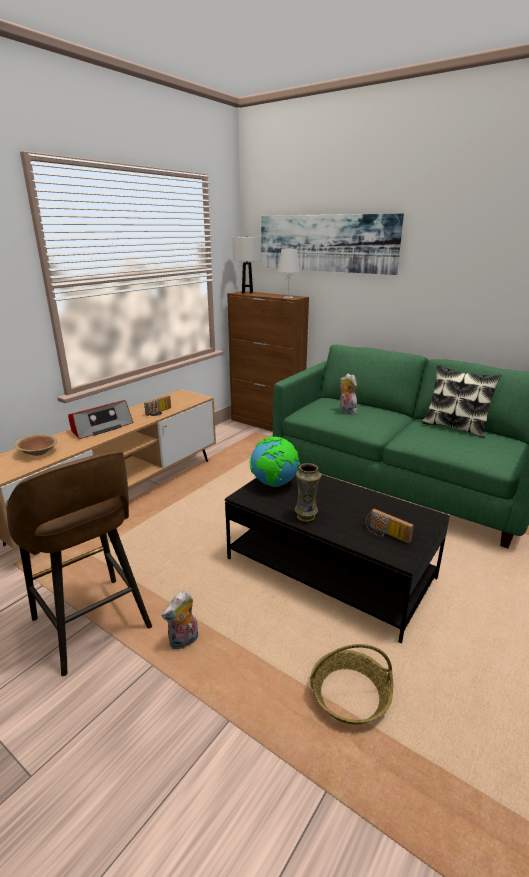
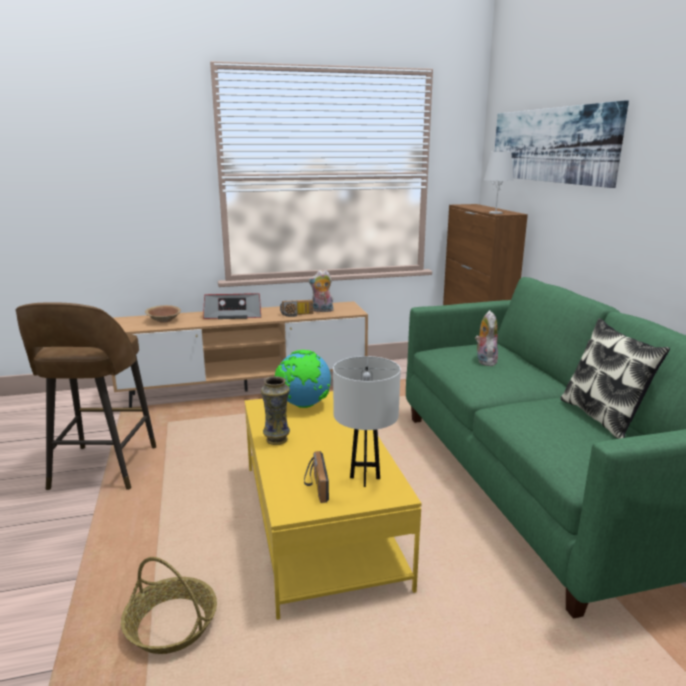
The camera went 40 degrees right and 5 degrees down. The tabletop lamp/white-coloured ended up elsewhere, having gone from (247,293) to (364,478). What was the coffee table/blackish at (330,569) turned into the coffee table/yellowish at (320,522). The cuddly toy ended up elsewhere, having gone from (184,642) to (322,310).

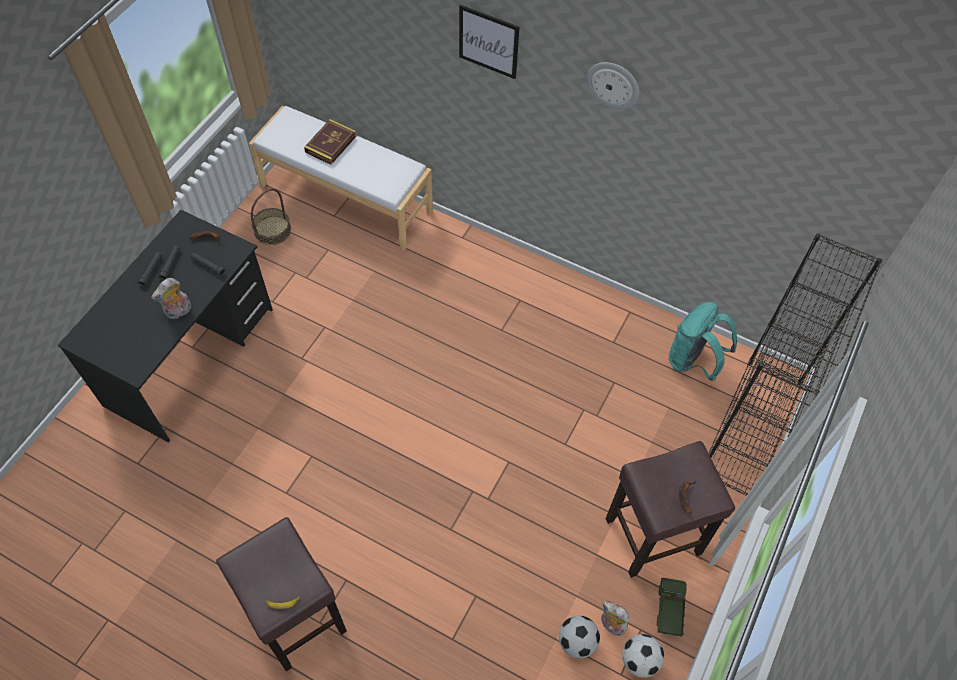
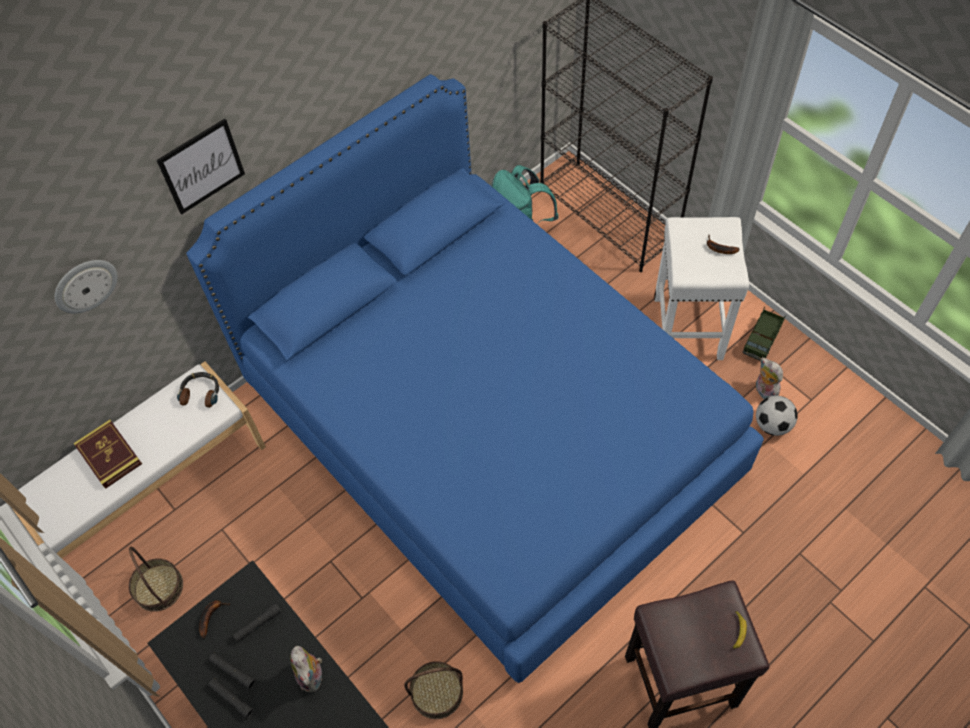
The camera went 65 degrees left and 0 degrees up. The hanging clock ended up elsewhere, having gone from (613,84) to (85,285). What was the stool/brown-coloured at (651,537) turned into the stool/white-coloured at (688,329). The model truck at (668,610) ended up facing another way, 90 degrees counterclockwise from before. The cuddly toy at (611,625) ended up facing another way, 90 degrees clockwise from before. The second view lost the football ball at (639,660). The second view gained the bedroom bed/blue at (488,430). The second view gained the headset at (201,392). The second view gained the storage basket at (437,692).

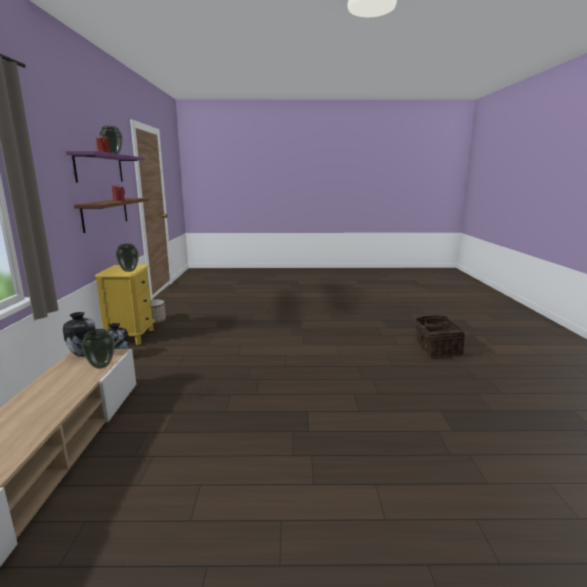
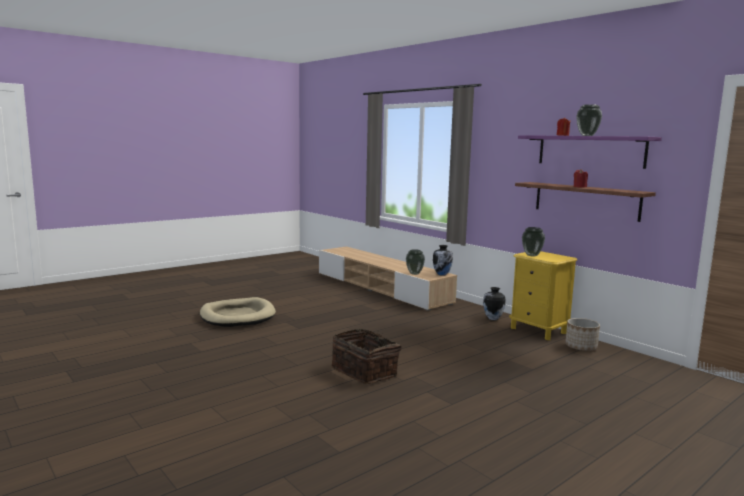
The camera went 140 degrees right and 5 degrees down. The storage basket ended up elsewhere, having gone from (436,349) to (365,372). The second view gained the dog bed/beige-coloured at (237,316).

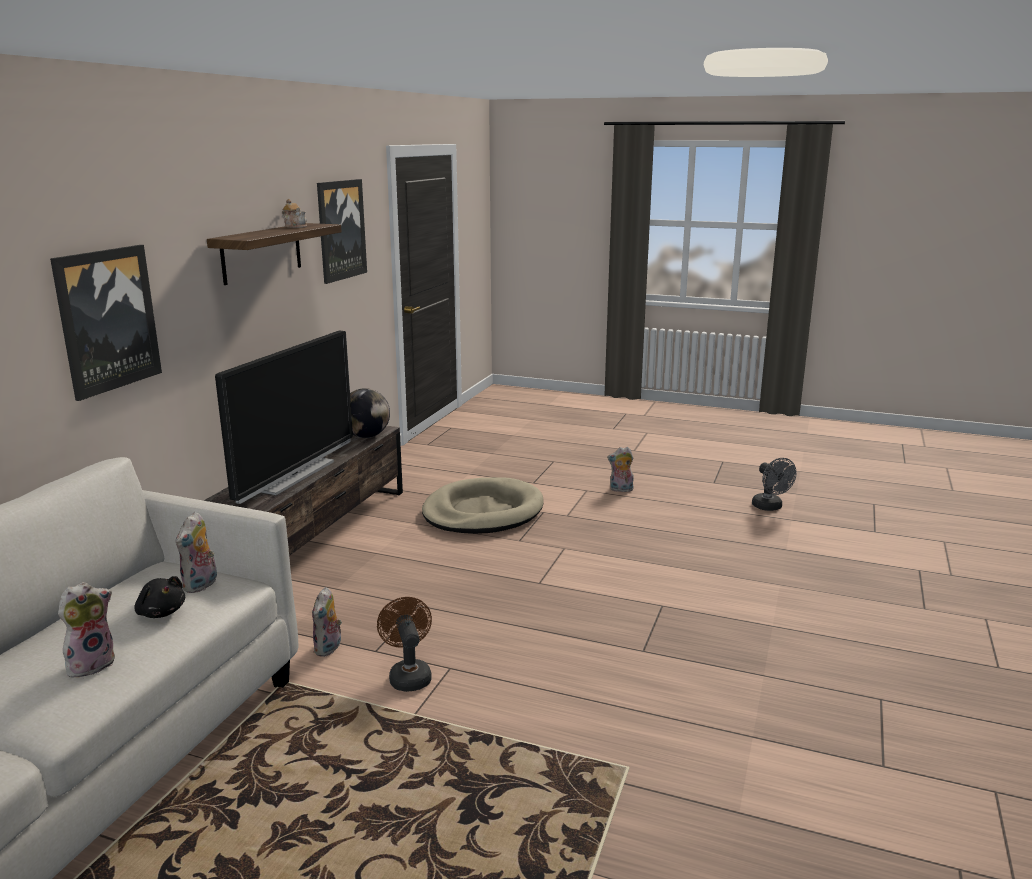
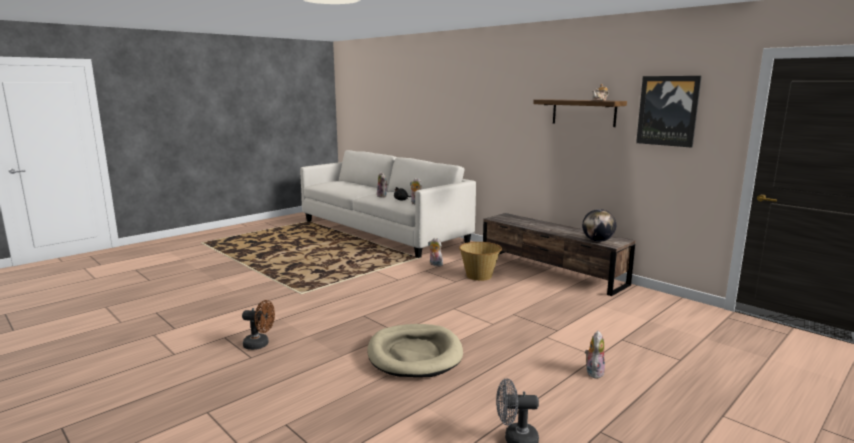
The camera went 115 degrees right and 5 degrees down. The second view lost the picture at (107,320). The second view lost the TV set at (293,475). The dog bed/beige-coloured ended up elsewhere, having gone from (483,512) to (415,354). The fan/brown-coloured ended up elsewhere, having gone from (408,675) to (260,344). The second view gained the storage basket at (479,276).

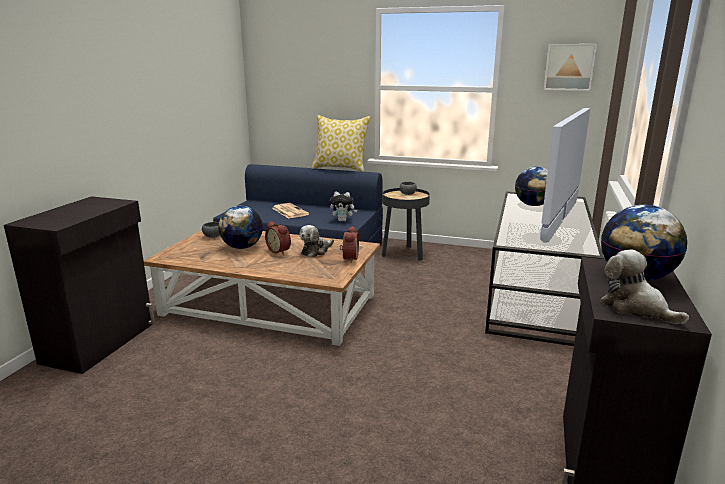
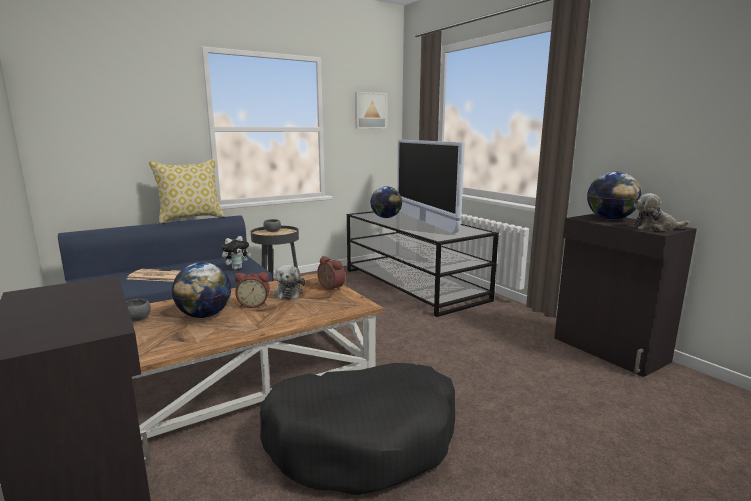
The camera went 50 degrees left and 5 degrees down. The second view gained the dog bed/blackish at (363,440).

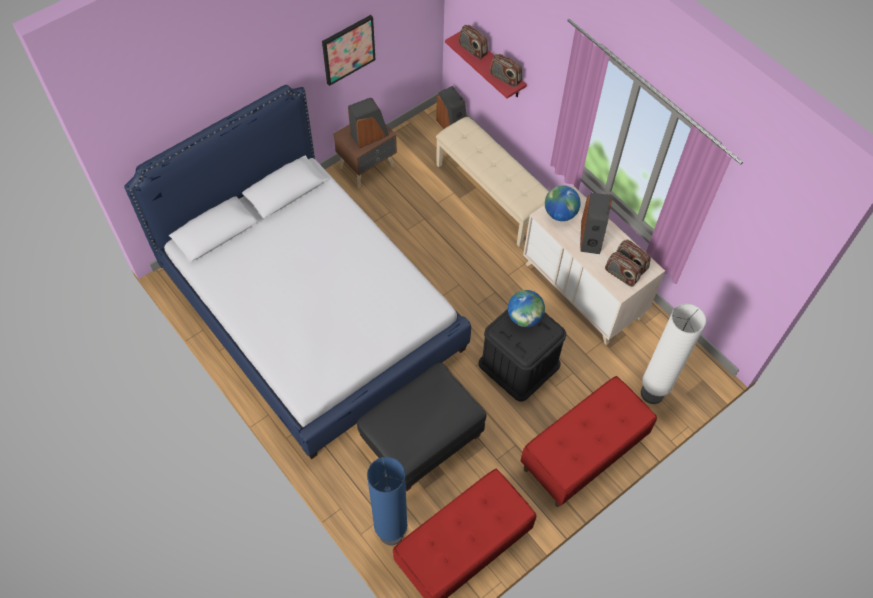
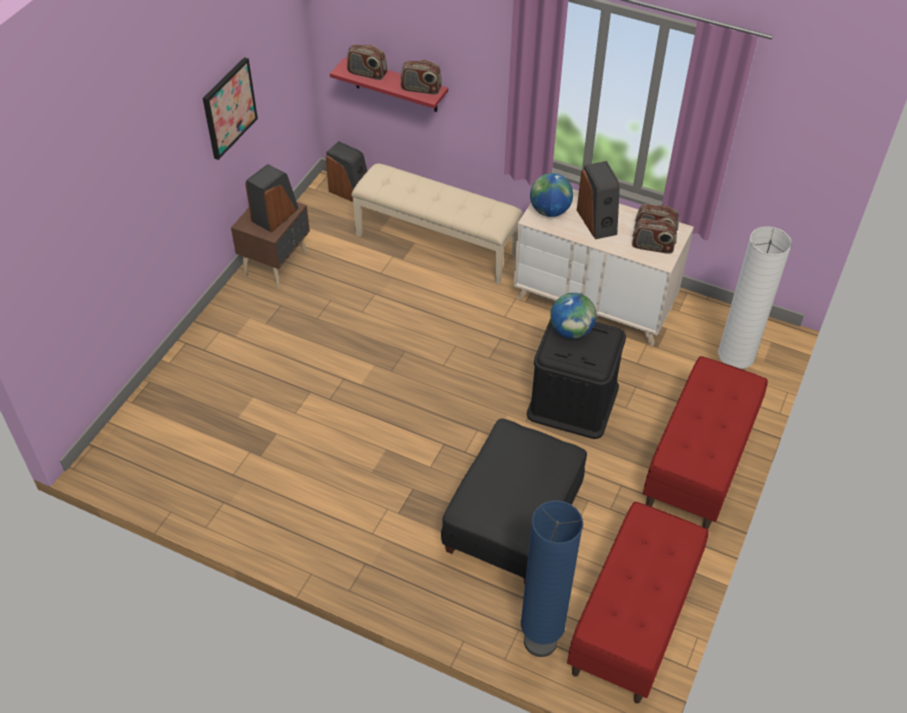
The camera went 25 degrees left and 10 degrees down. The second view lost the bedroom bed at (311,310).

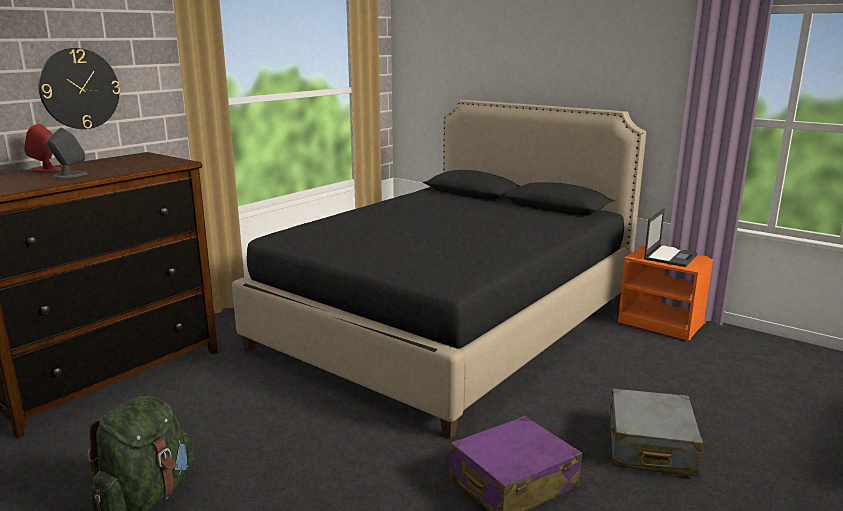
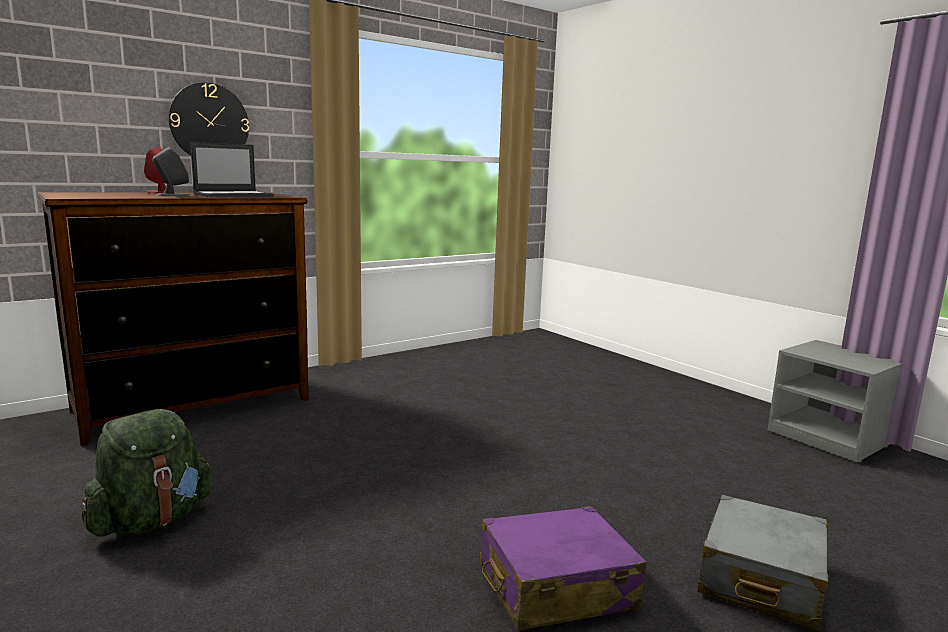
The camera went 15 degrees right and 5 degrees down. The second view lost the bedroom bed/blackish at (449,323). The portable computer ended up elsewhere, having gone from (671,256) to (234,195). What was the night table/orange at (663,322) turned into the night table/gray at (829,438).

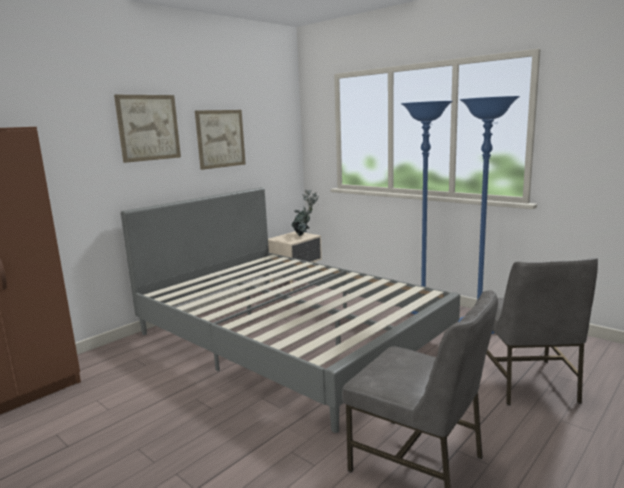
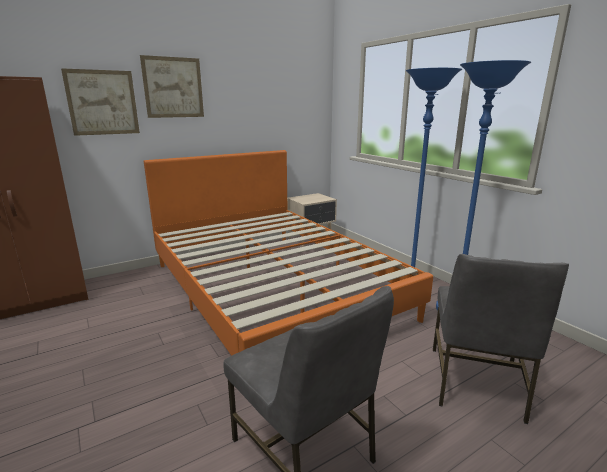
The camera went 15 degrees right and 5 degrees up. The picture ended up elsewhere, having gone from (220,139) to (102,102). What was the bedroom bed/gray at (290,337) turned into the bedroom bed/orange at (273,289). The second view lost the houseplant at (304,235).

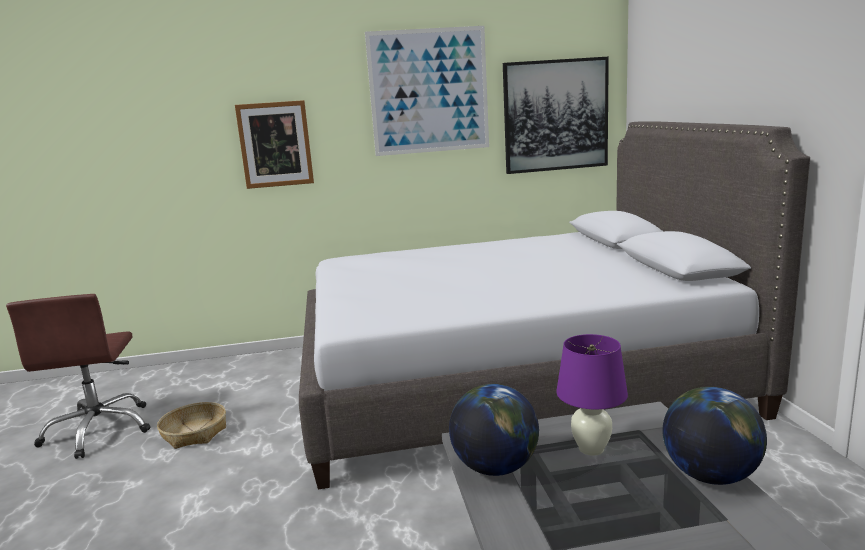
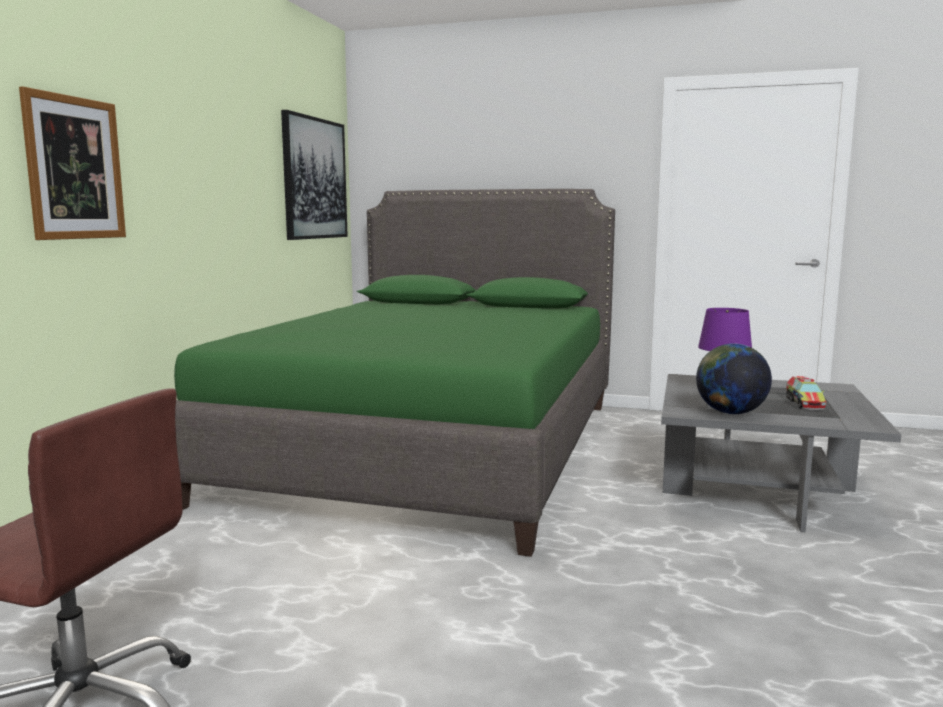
The camera went 65 degrees left and 5 degrees down. The second view lost the picture at (429,91). What was the bedroom bed/gray at (512,382) turned into the bedroom bed/greenish at (431,448). The second view lost the desk globe at (710,475). The second view lost the storage basket at (194,433). The second view gained the model truck at (804,403).

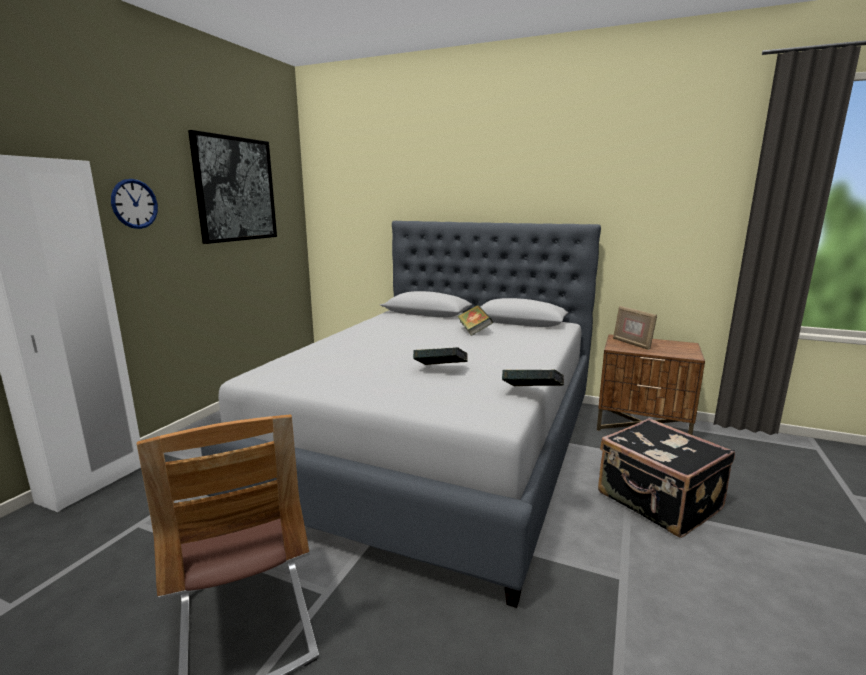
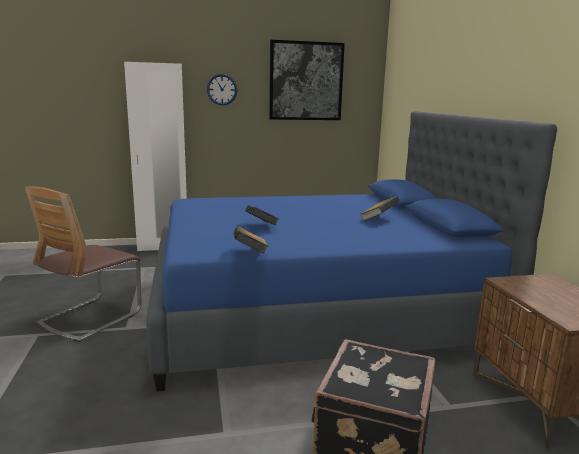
The camera went 55 degrees right and 0 degrees up. What was the bedroom bed/gray at (436,448) turned into the bedroom bed/blue at (315,311). The second view lost the standing frame at (632,344).

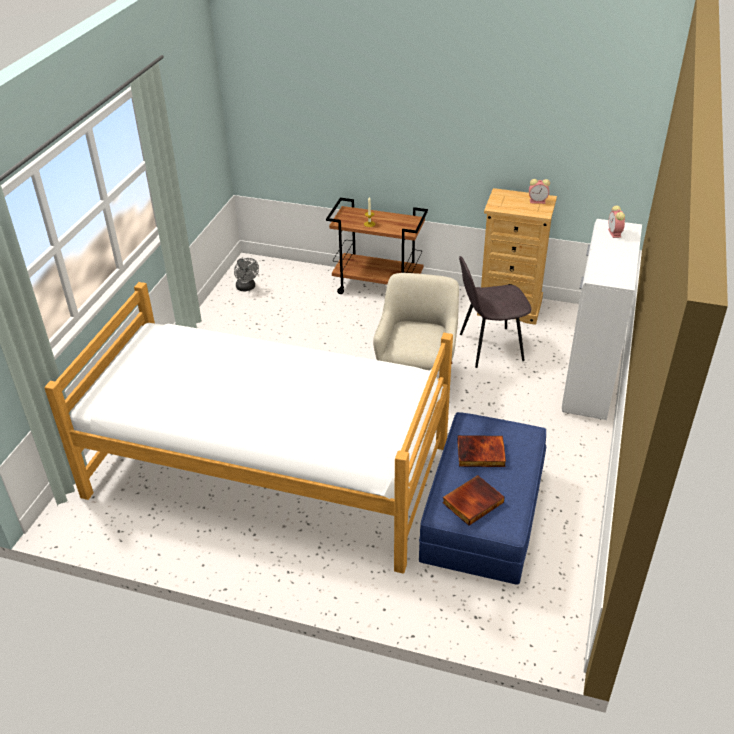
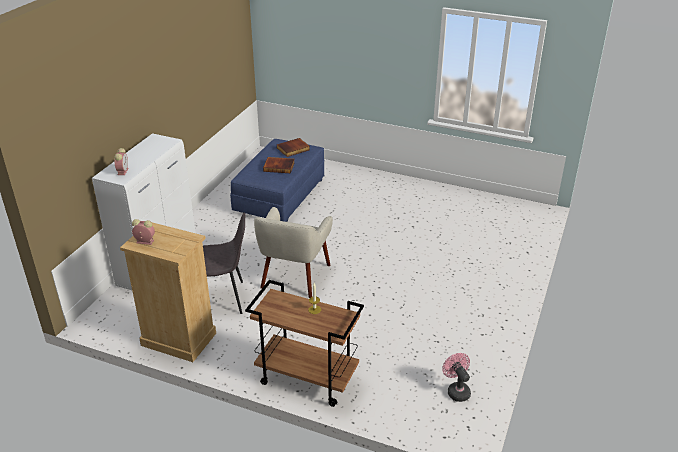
The camera went 175 degrees left and 5 degrees down. What was the fan/gray at (247,288) turned into the fan/pink-coloured at (456,390). The second view lost the bedroom bed at (268,469).

